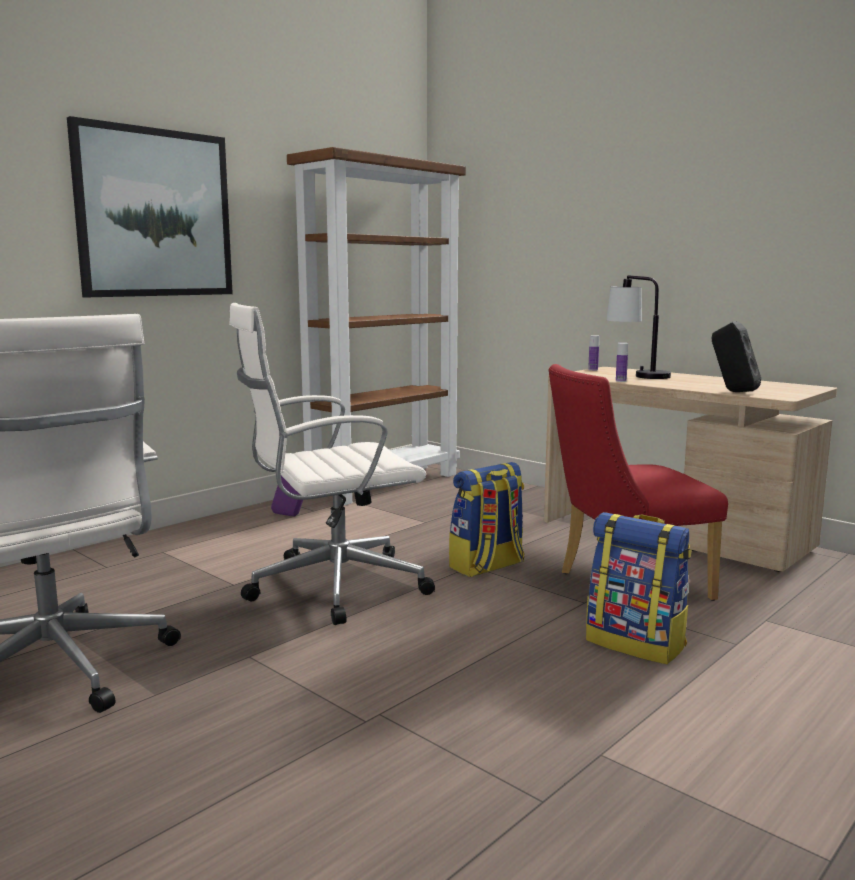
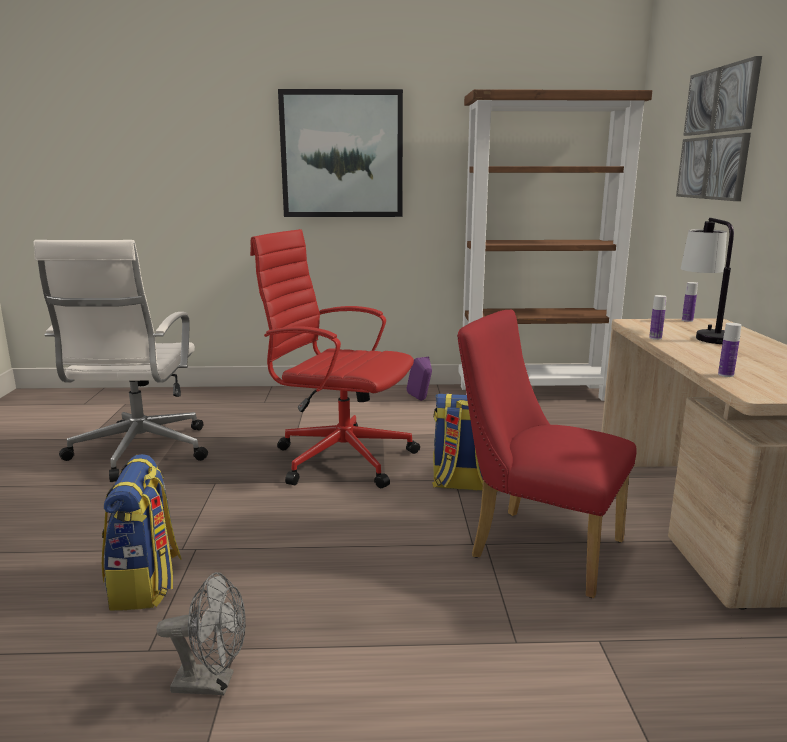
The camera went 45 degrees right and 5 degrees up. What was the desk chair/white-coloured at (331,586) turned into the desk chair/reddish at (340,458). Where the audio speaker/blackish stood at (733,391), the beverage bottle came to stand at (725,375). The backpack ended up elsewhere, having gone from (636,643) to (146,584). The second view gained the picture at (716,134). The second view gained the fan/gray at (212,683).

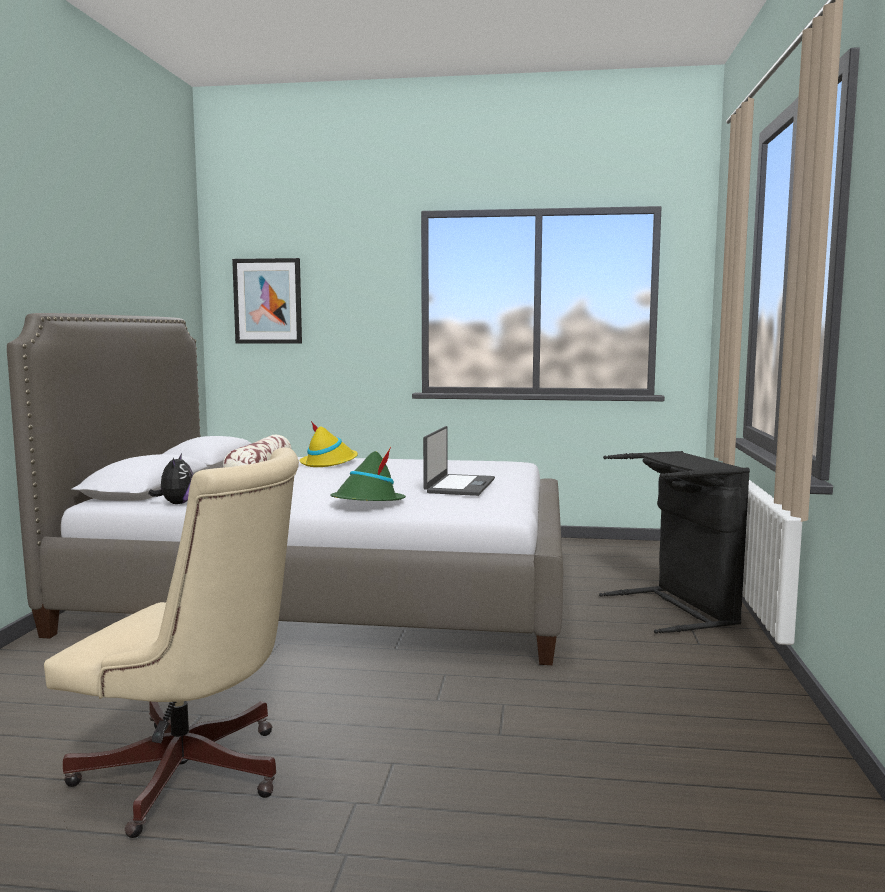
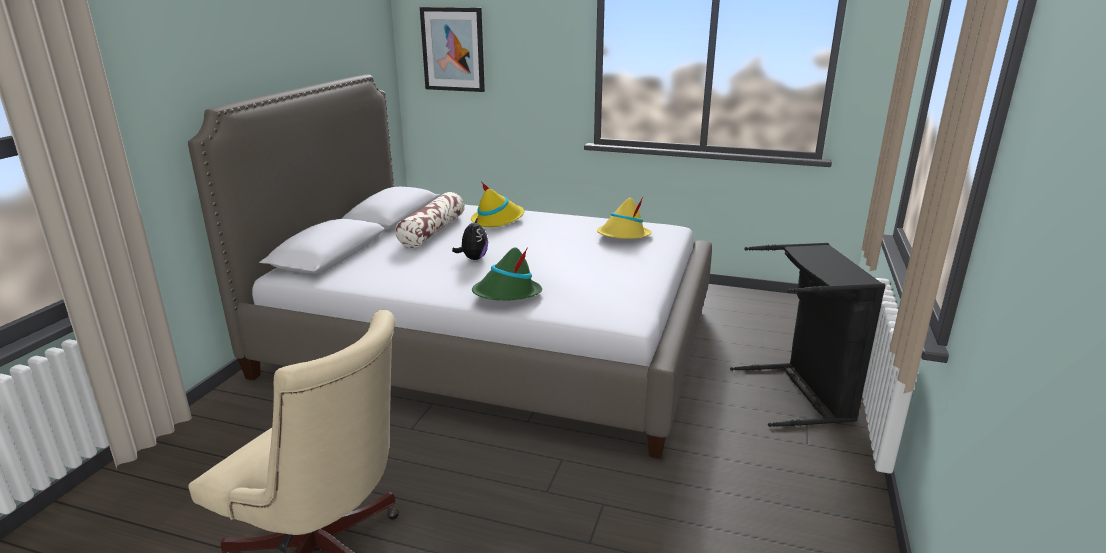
The camera went 10 degrees right and 15 degrees up. The second view lost the portable computer at (459,486). The cuddly toy ended up elsewhere, having gone from (176,504) to (473,258). The second view gained the wearable hat/yellowish at (623,236).

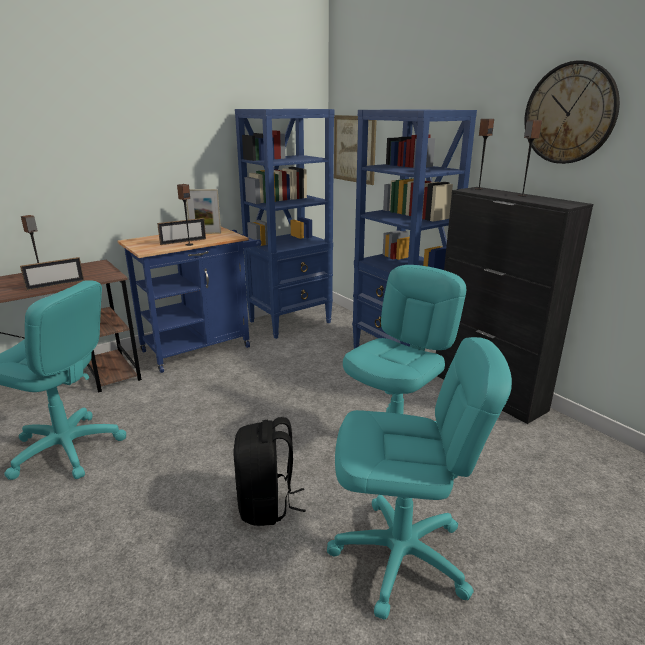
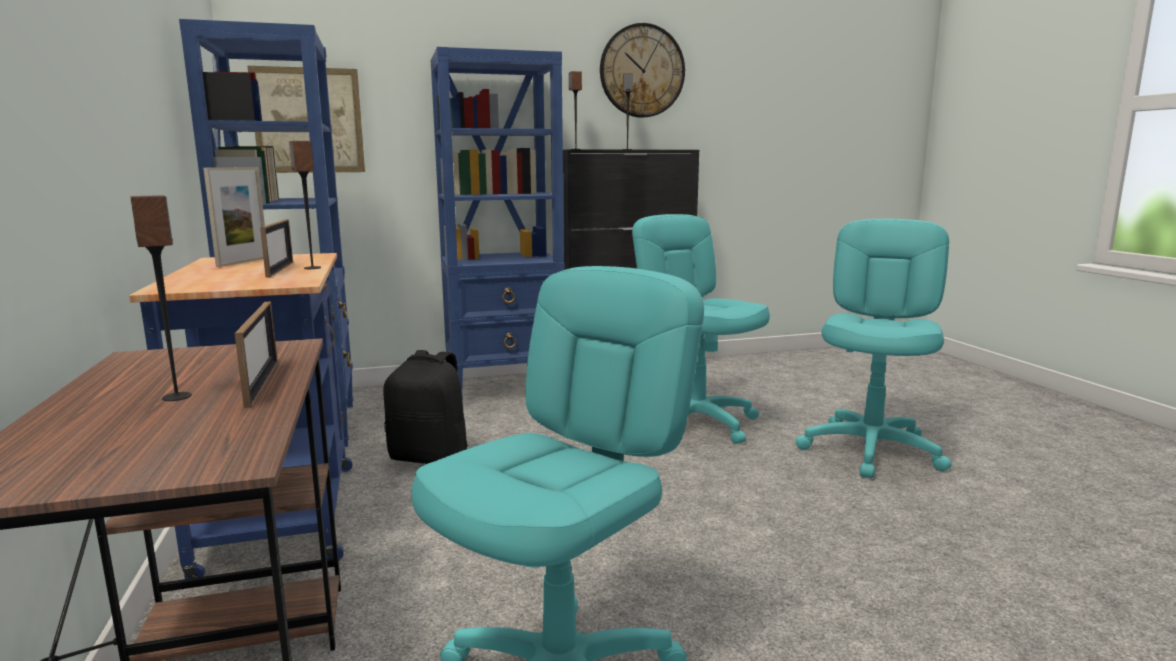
The camera went 70 degrees left and 10 degrees down. The backpack/blackish ended up elsewhere, having gone from (267,505) to (430,457).

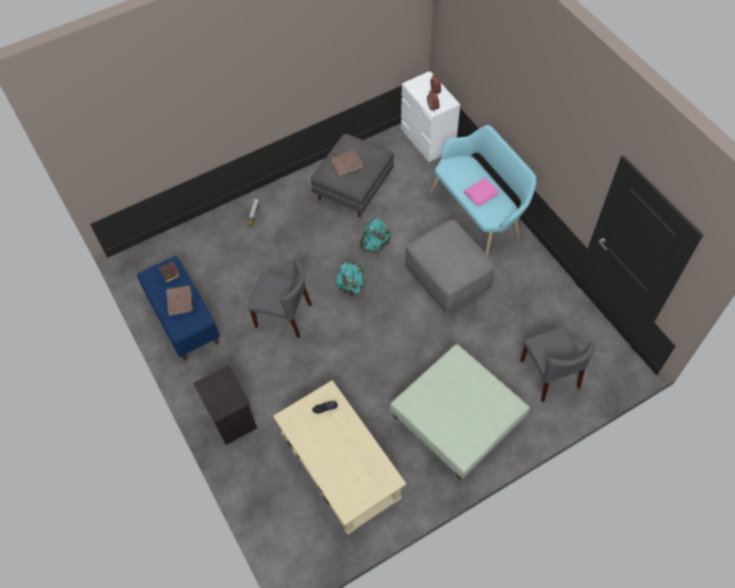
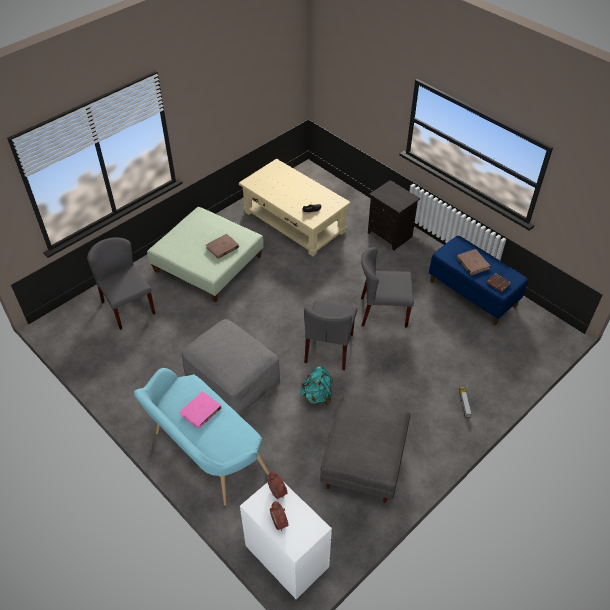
The camera went 165 degrees right and 10 degrees down. The bound book/brown-coloured ended up elsewhere, having gone from (346,164) to (222,247). Where the backpack/turquoise-coloured stood at (350,286), the upright chair/gray came to stand at (329,348).

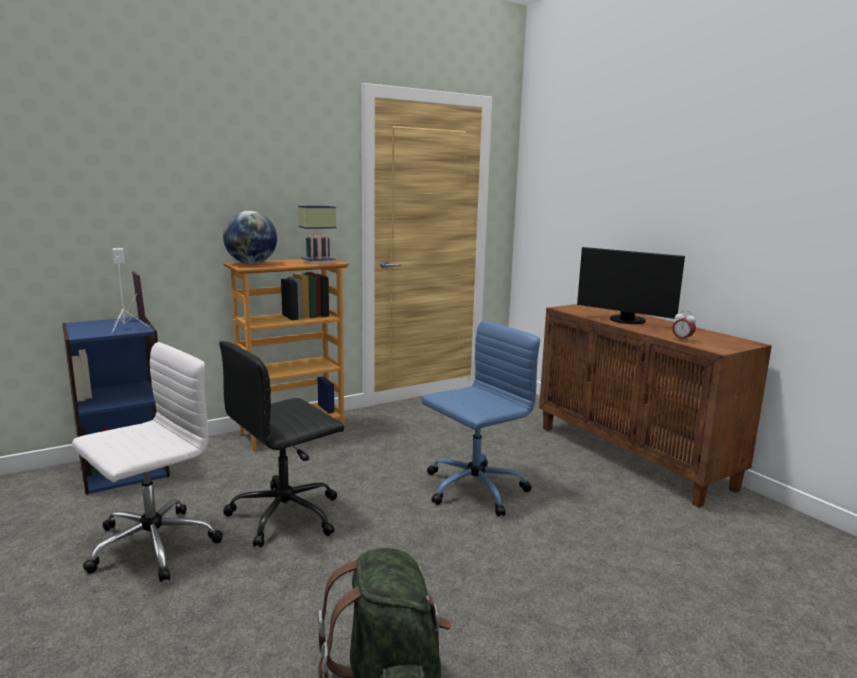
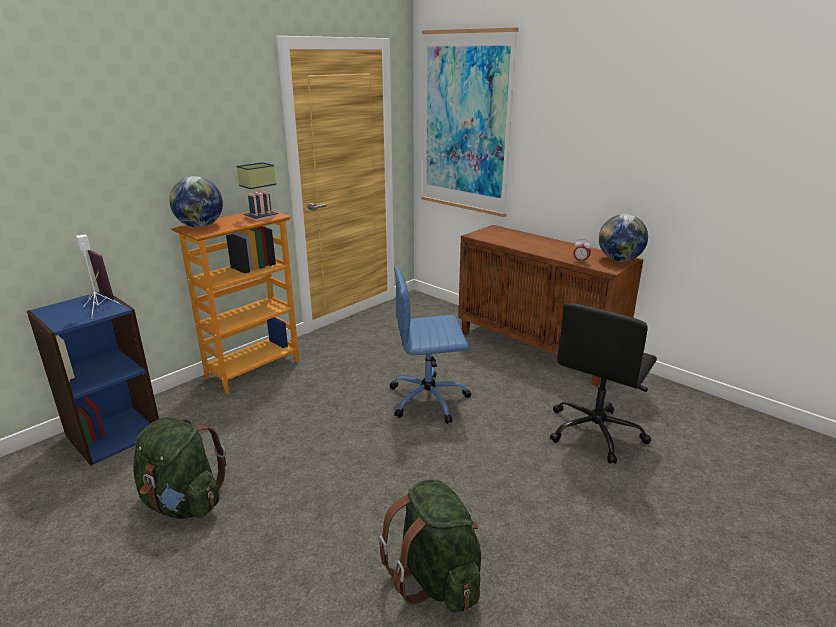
The camera went 15 degrees left and 10 degrees up. The second view lost the computer screen at (626,321). The desk chair/blue at (473,489) ended up facing another way, 135 degrees counterclockwise from before. The desk chair/blackish ended up elsewhere, having gone from (287,514) to (596,432). Where the desk chair/white-coloured stood at (151,546), the backpack/greenish came to stand at (183,503). The second view gained the picture at (465,123). The second view gained the desk globe at (619,260).

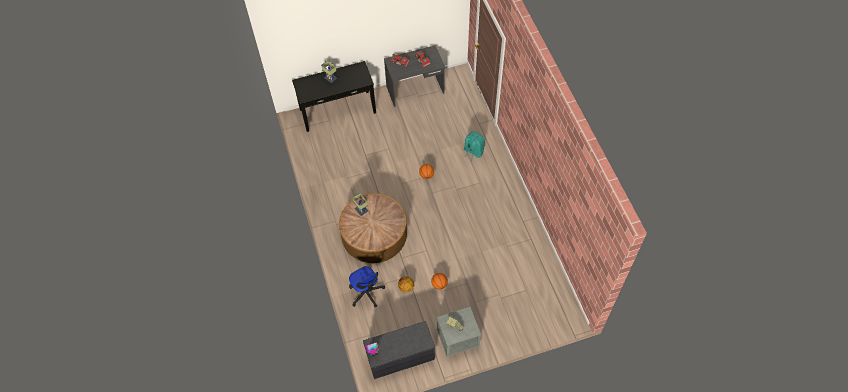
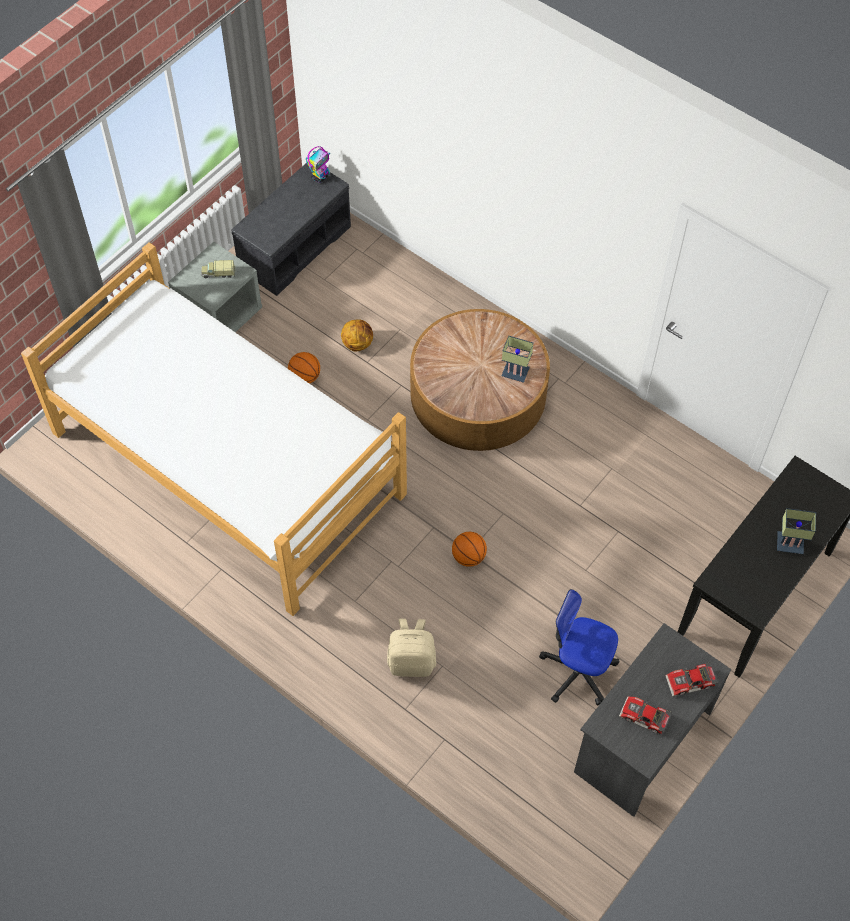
The camera went 145 degrees right and 0 degrees up. What was the backpack/turquoise-coloured at (473,152) turned into the backpack/beige-coloured at (412,661). The desk chair ended up elsewhere, having gone from (366,293) to (578,671). The second view gained the bedroom bed at (227,462).

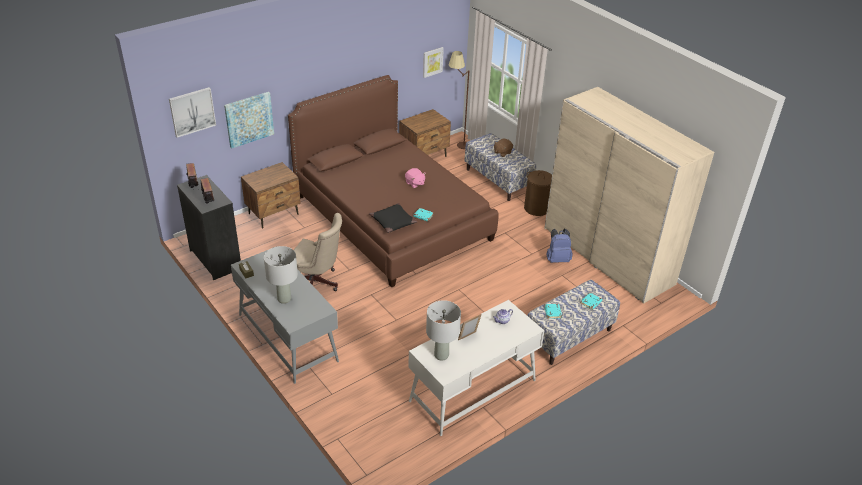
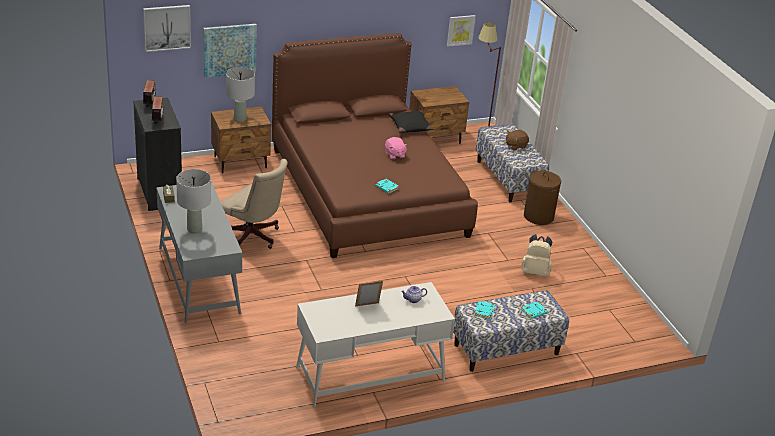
The camera went 15 degrees right and 5 degrees down. The second view lost the armoire/beige-coloured at (607,256). The cushion/blackish ended up elsewhere, having gone from (392,222) to (410,126). What was the backpack/blue at (557,259) turned into the backpack/beige-coloured at (535,272). The tabletop lamp/gray ended up elsewhere, having gone from (441,355) to (240,119).

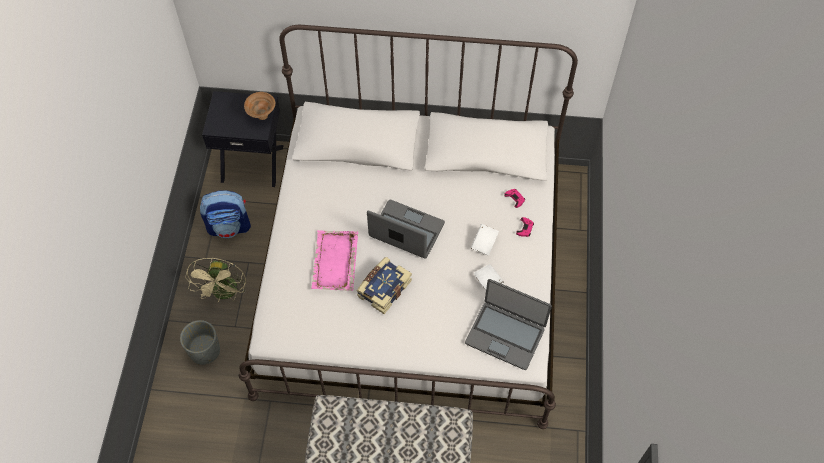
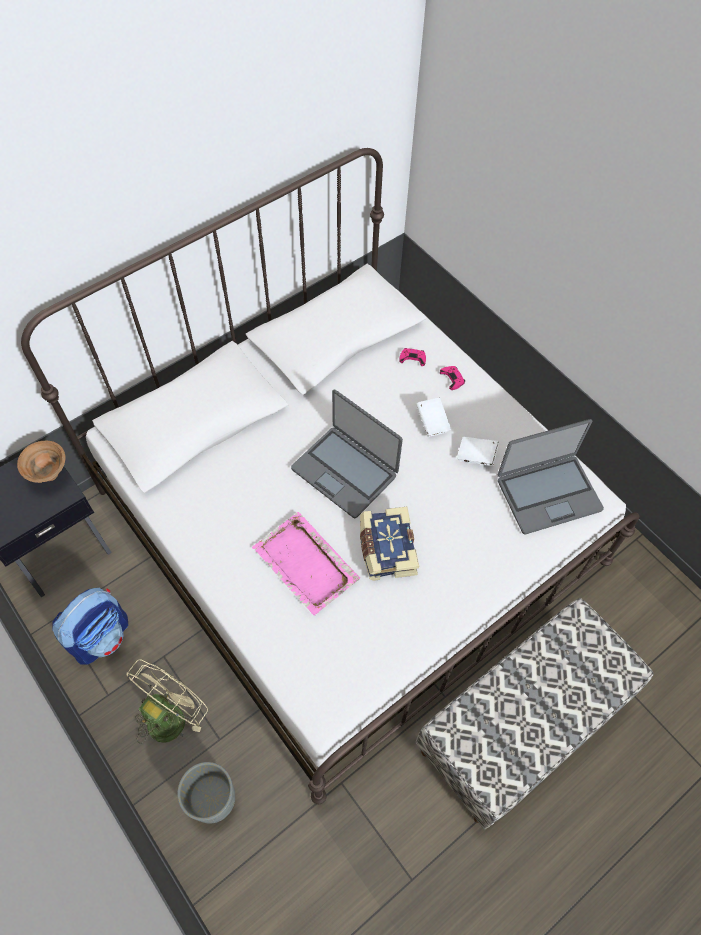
The camera went 45 degrees left and 0 degrees up. The portable computer at (406,231) ended up facing another way, 120 degrees counterclockwise from before. The fan/beige-coloured at (225,294) ended up facing another way, 105 degrees counterclockwise from before.

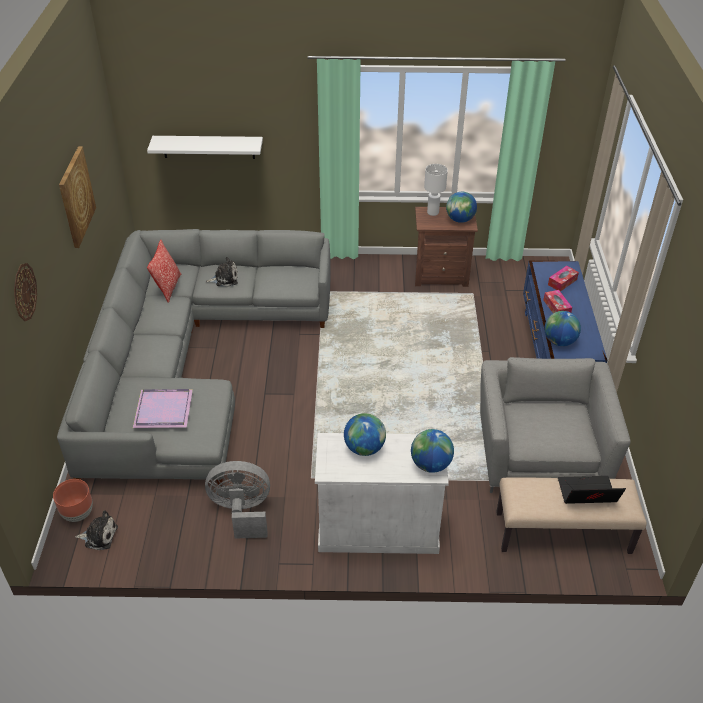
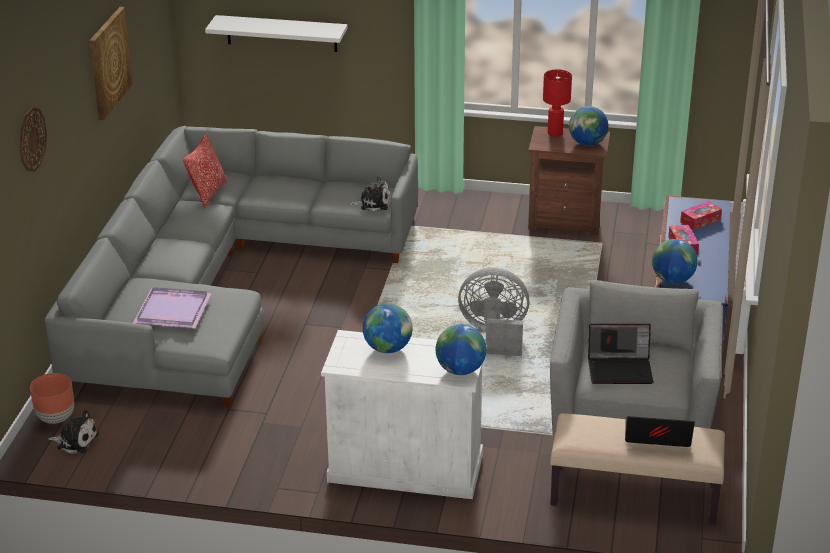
The camera went 10 degrees right and 10 degrees down. What was the tabletop lamp/white-coloured at (432,212) turned into the tabletop lamp/reddish at (554,133). The cuddly toy ended up elsewhere, having gone from (224,278) to (372,203). The fan/gray ended up elsewhere, having gone from (242,512) to (494,335). The second view gained the portable computer at (620,369).

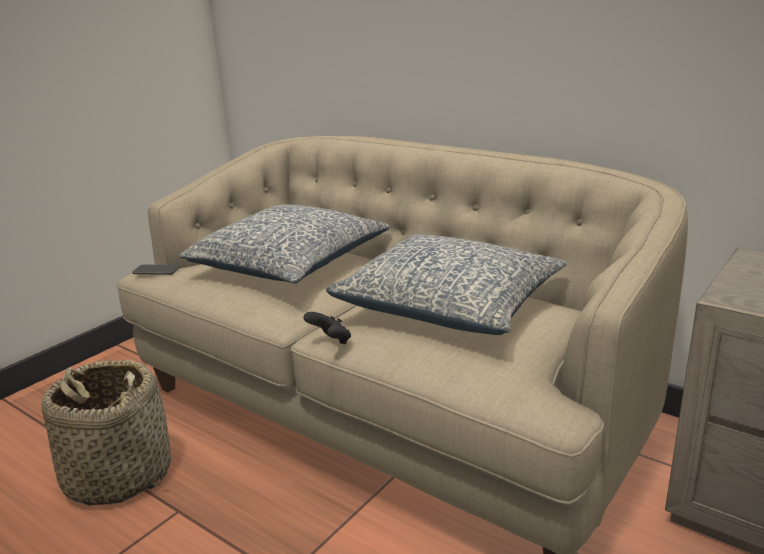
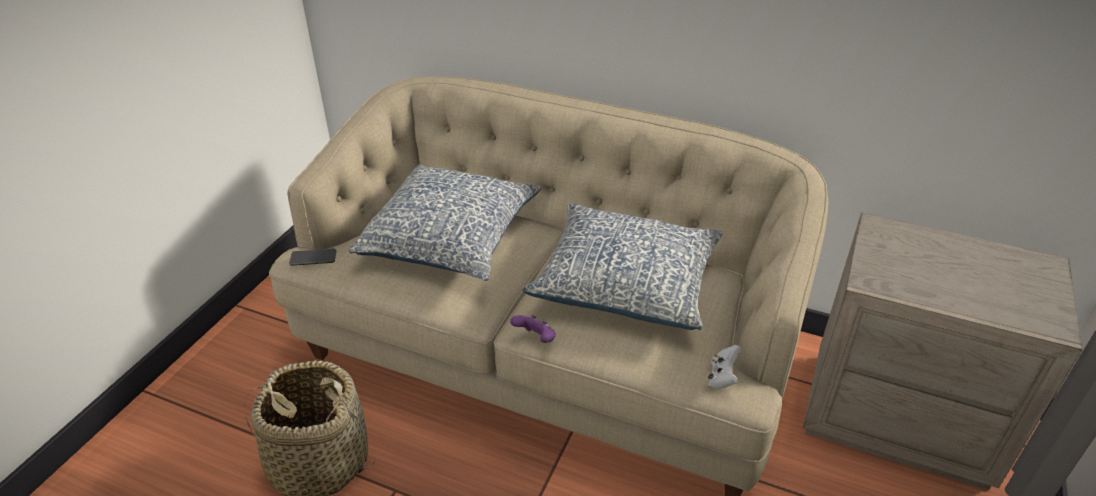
The camera went 15 degrees left and 15 degrees up. What was the game controller/blackish at (330,341) turned into the game controller/purple-coloured at (535,339). The second view gained the game controller/white-coloured at (722,377).

